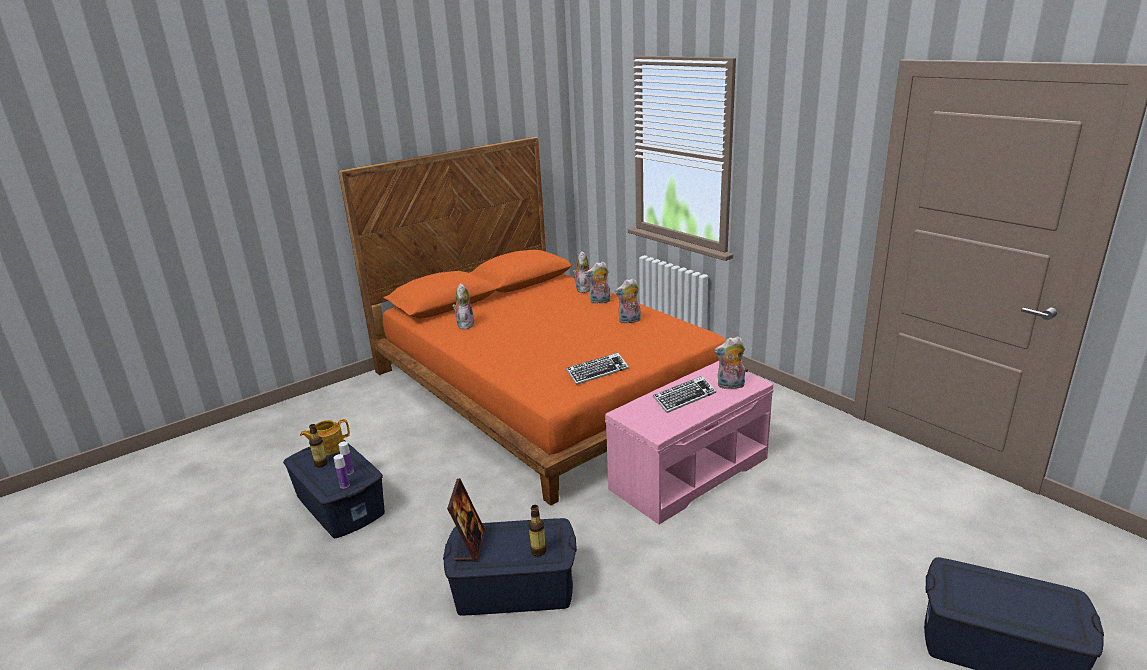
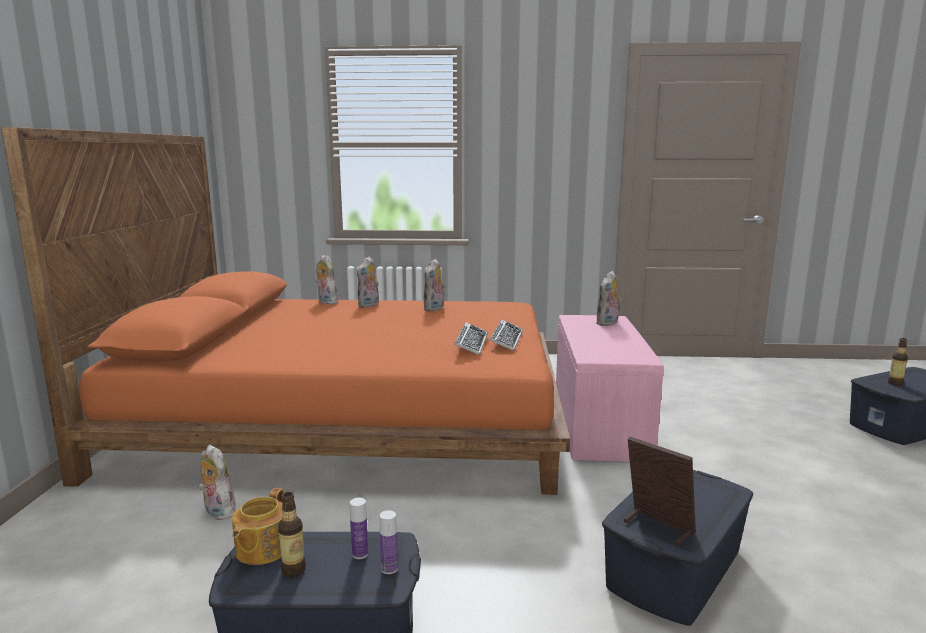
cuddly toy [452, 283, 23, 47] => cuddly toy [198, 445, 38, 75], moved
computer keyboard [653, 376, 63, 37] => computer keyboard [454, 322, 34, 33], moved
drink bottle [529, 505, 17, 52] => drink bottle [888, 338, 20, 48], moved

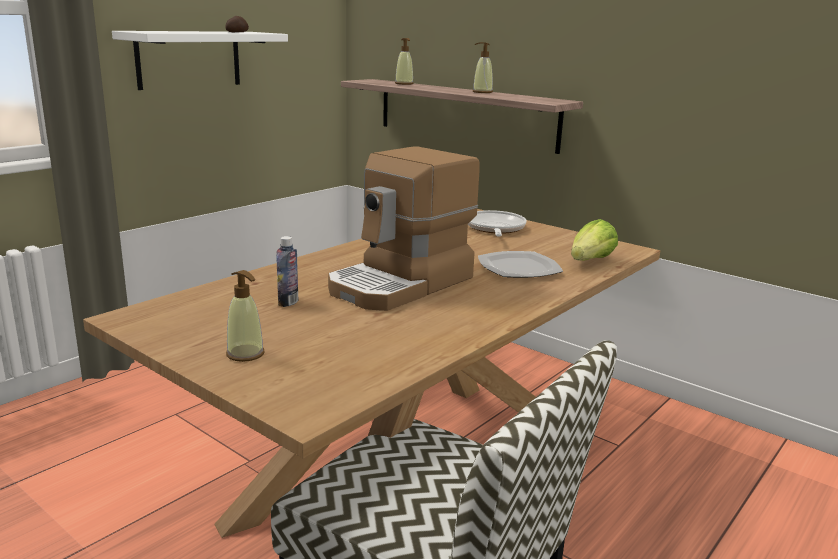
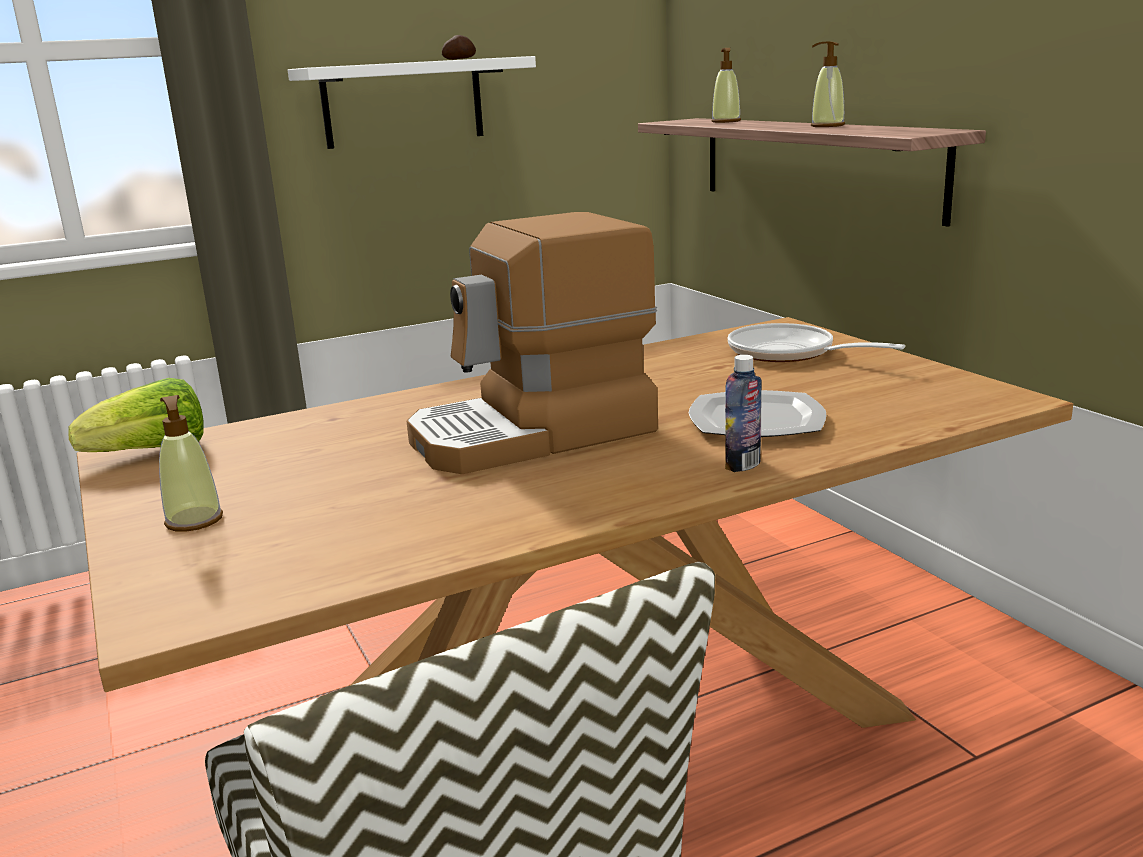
head of lettuce [571, 219, 47, 42] => head of lettuce [69, 378, 135, 74], moved
drink bottle [276, 236, 23, 71] => drink bottle [725, 355, 37, 117], moved
frying pan [468, 210, 58, 27] => frying pan [727, 323, 178, 39], 75 degrees counterclockwise

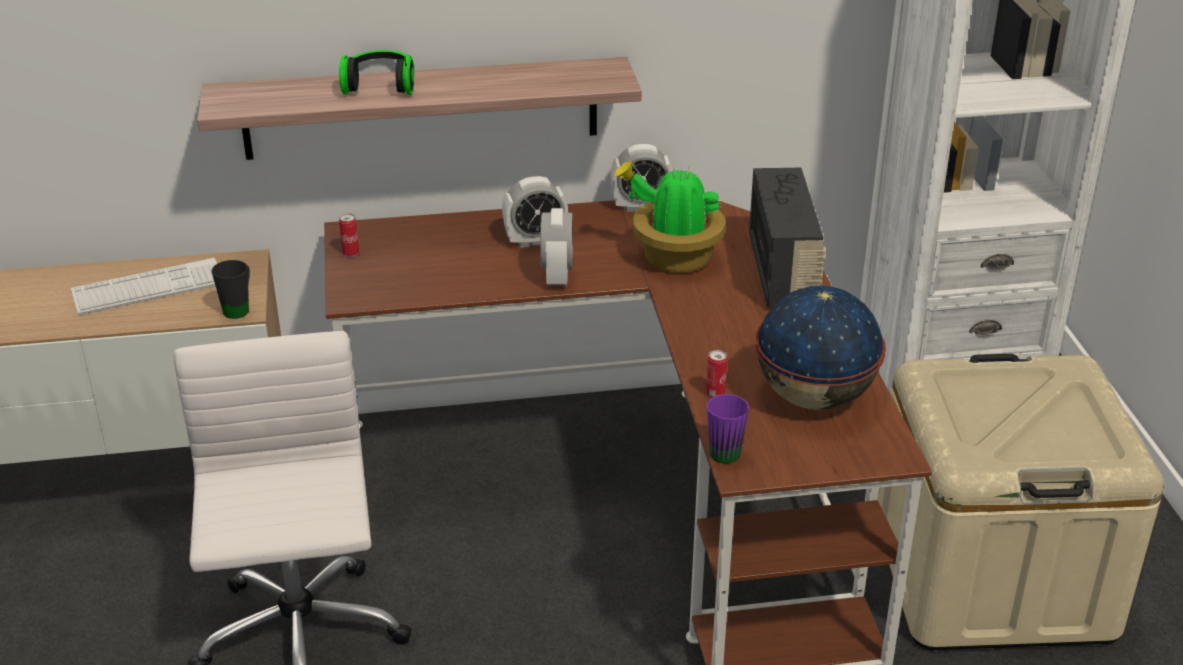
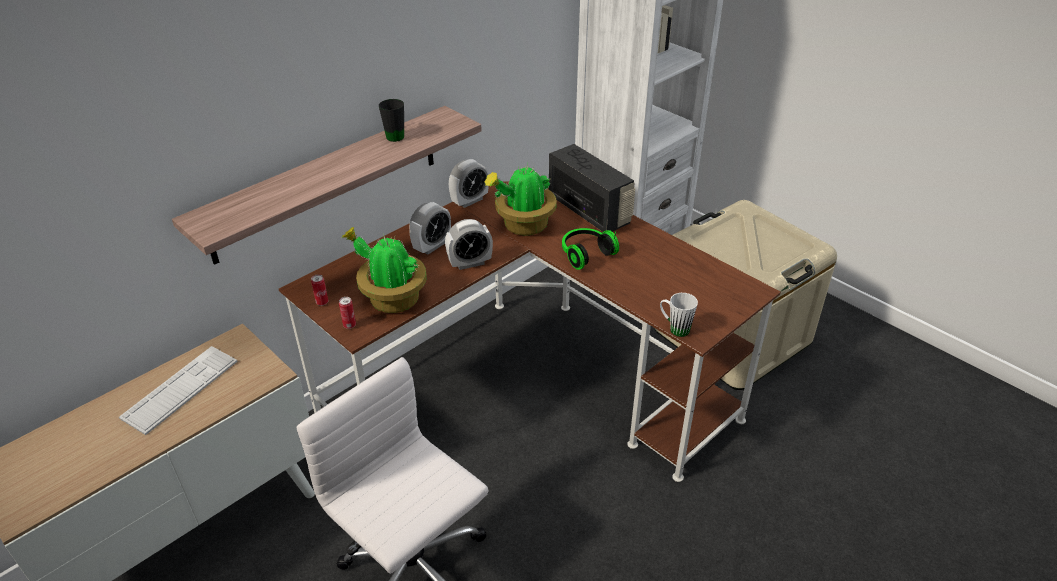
can [706, 350, 21, 48] => can [339, 297, 17, 32], moved
nothing => houseplant [341, 227, 86, 86]
black coffee mug [212, 260, 38, 59] => black coffee mug [379, 99, 25, 43], moved
bedside clock [540, 208, 33, 78] => bedside clock [445, 219, 48, 51], 105 degrees clockwise
headset [339, 50, 75, 45] => headset [562, 228, 57, 42], moved
purplish coffee mug [707, 394, 42, 70] => whitish coffee mug [660, 293, 38, 44]
desk globe [755, 285, 131, 125] => nothing

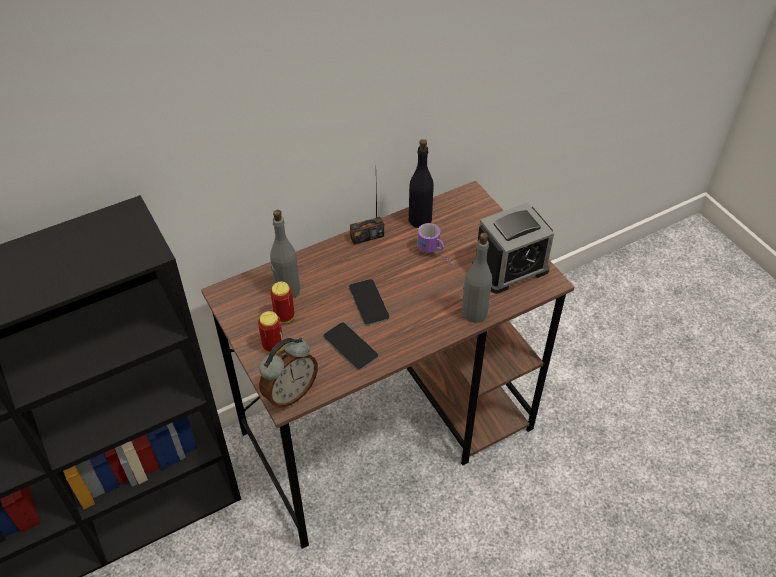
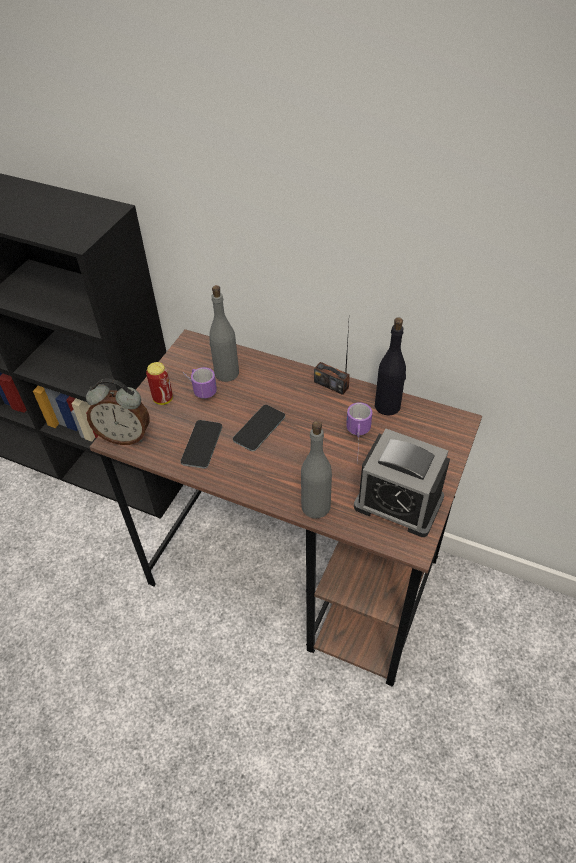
can [271, 282, 24, 41] => coffee mug [183, 367, 34, 31]

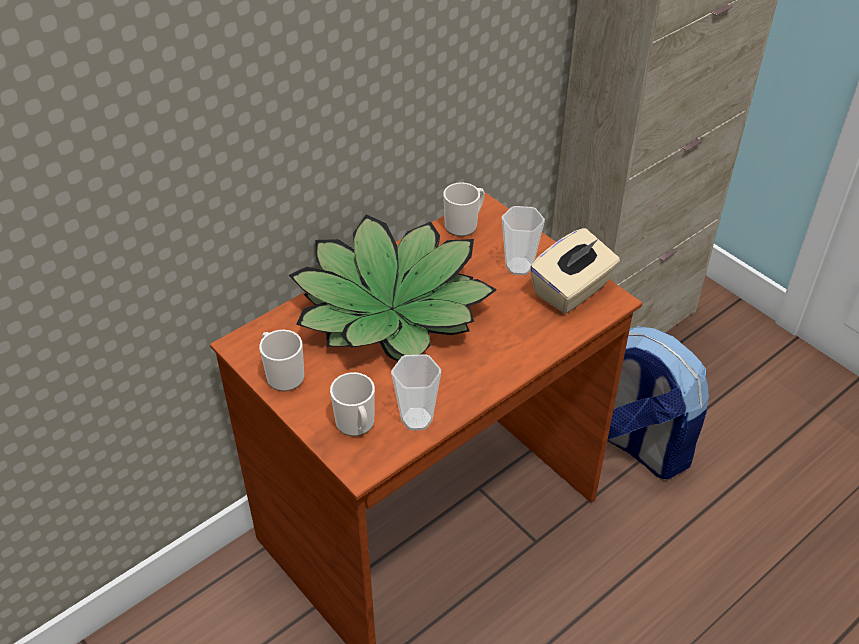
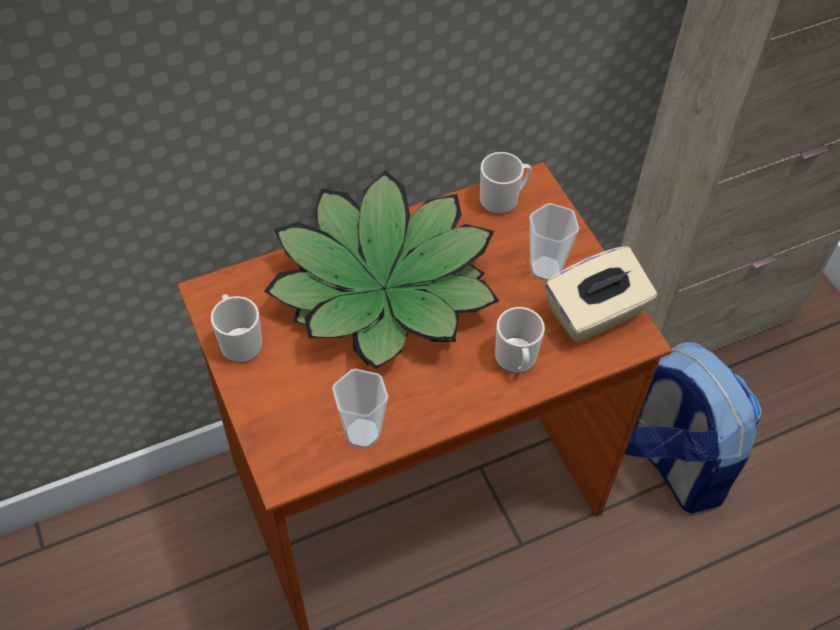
coffee mug [330, 372, 45, 64] => coffee mug [495, 307, 50, 66], moved

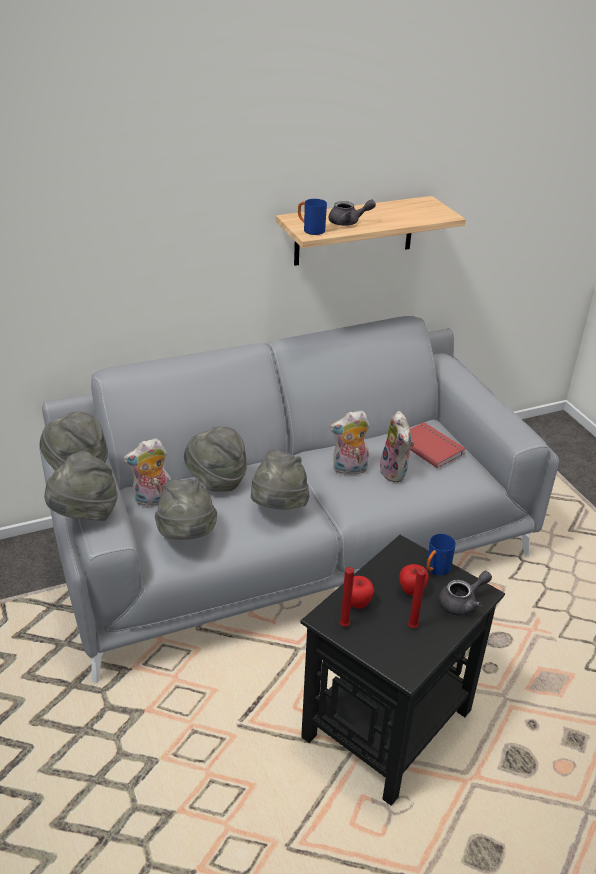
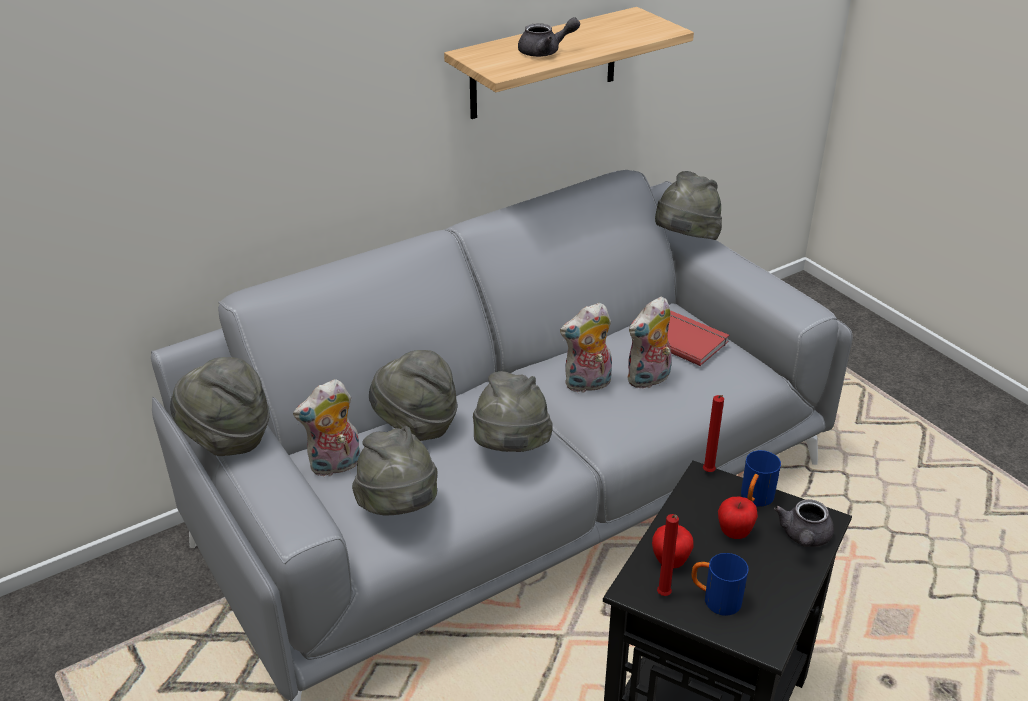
cuddly toy [380, 411, 34, 71] => cuddly toy [627, 297, 44, 92], 75 degrees clockwise
grey hat [44, 451, 74, 70] => grey hat [655, 171, 67, 69], moved
blue coffee mug [298, 199, 29, 36] => blue coffee mug [691, 553, 58, 63], moved
red-coloured wax candle [408, 569, 18, 59] => red-coloured wax candle [703, 395, 21, 77], moved
grey teapot [439, 571, 53, 45] => grey teapot [774, 499, 60, 48], 150 degrees clockwise

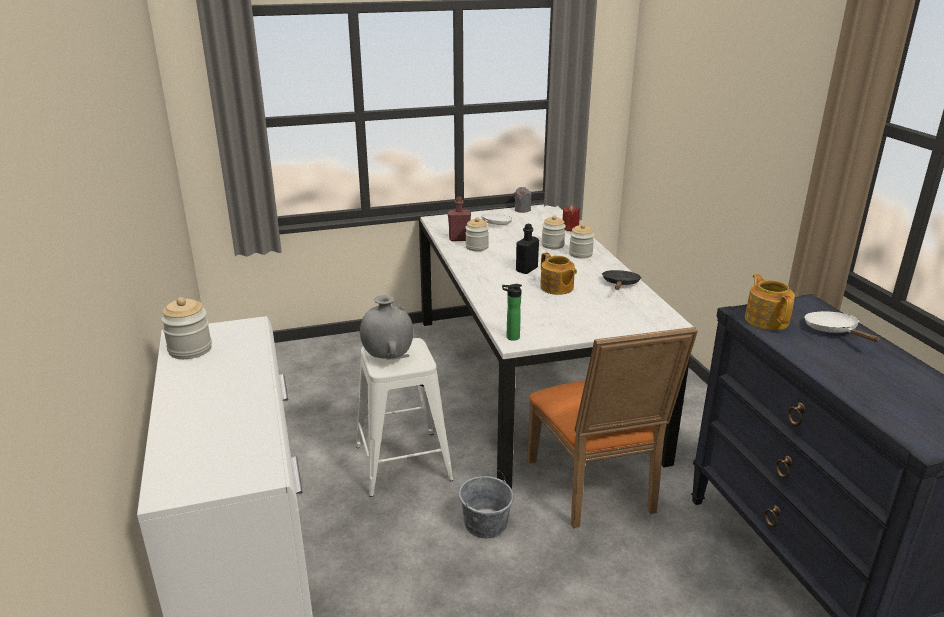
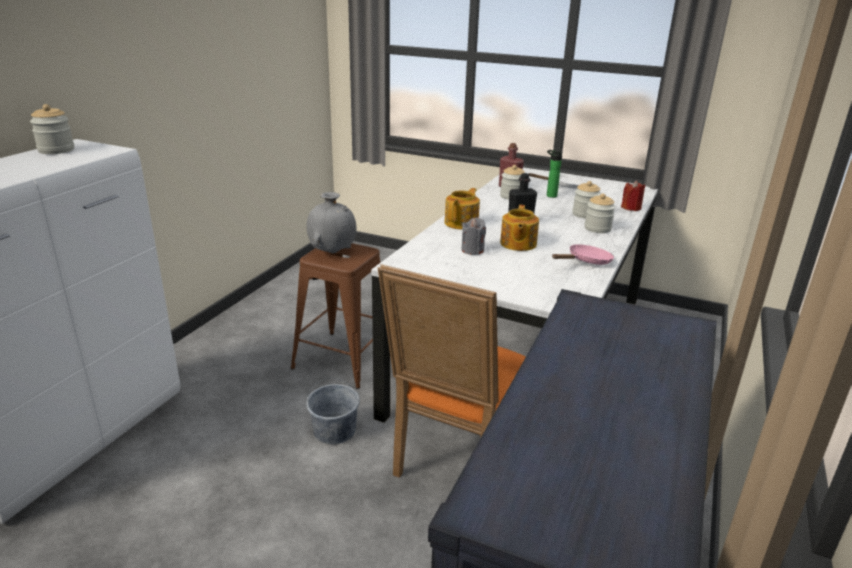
whitish sitting stool [356, 338, 98, 159] => brownish sitting stool [291, 243, 90, 146]
teapot [745, 274, 50, 56] => teapot [445, 188, 35, 42], moved
grey wax candle [514, 187, 17, 26] => grey wax candle [461, 218, 25, 37], moved
drink bottle [502, 284, 20, 57] => drink bottle [547, 150, 16, 48], moved
black frying pan [602, 270, 39, 20] => pink-coloured frying pan [552, 244, 62, 21]
whitish frying pan [805, 311, 76, 31] => nothing

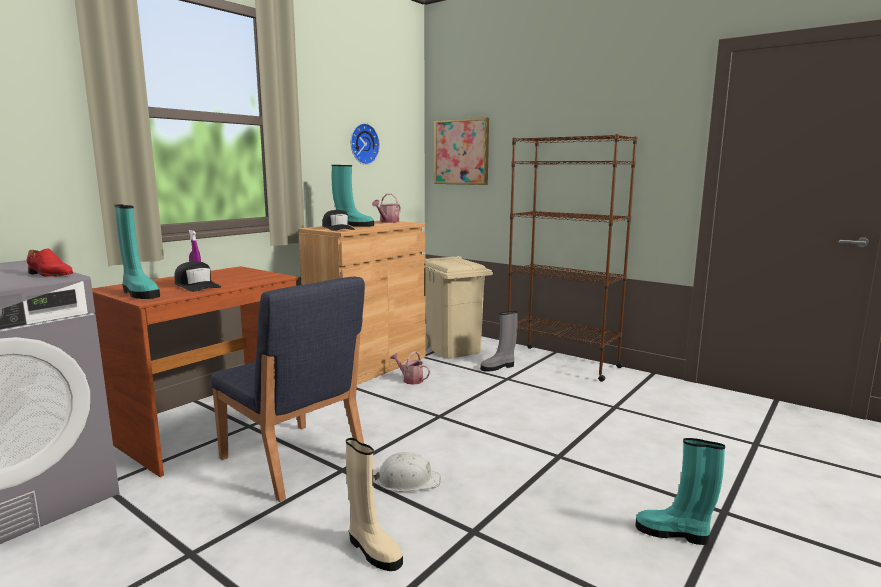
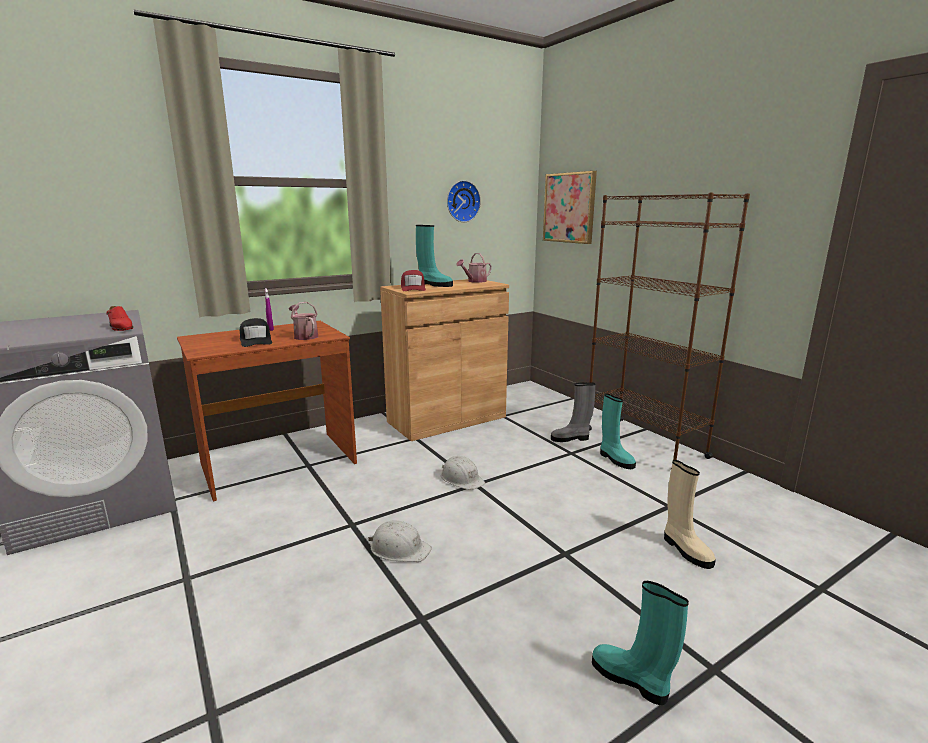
watering can [391, 351, 39, 34] => watering can [289, 302, 29, 38], moved
black cap [323, 210, 32, 21] => red-coloured cap [401, 270, 25, 21]
nothing => whitish work helmet [441, 456, 44, 34]
blue-green high-top boot [115, 204, 45, 95] => blue-green high-top boot [600, 393, 36, 76], moved
beige high-top boot [346, 438, 57, 133] => beige high-top boot [664, 460, 52, 109], moved
blue chair [211, 276, 154, 226] => nothing
beige rubbish bin [425, 256, 68, 102] => nothing

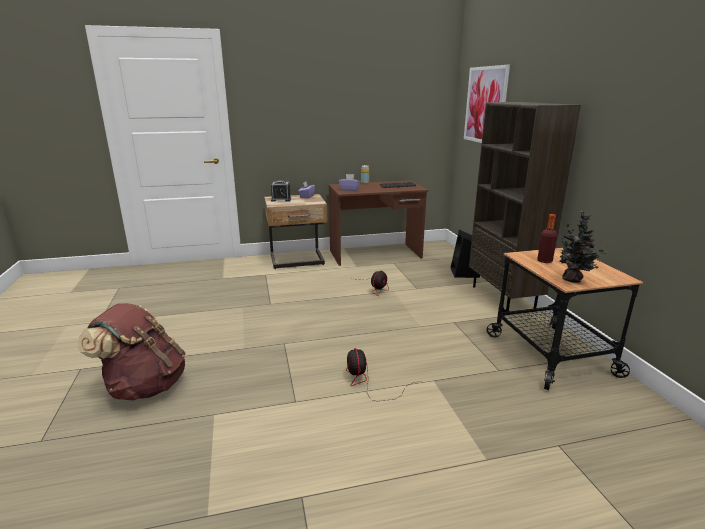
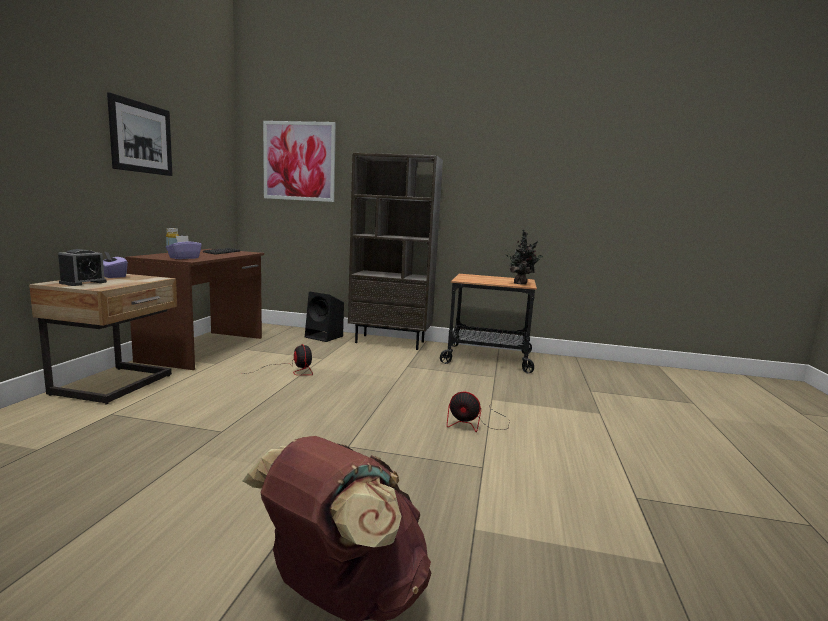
nothing => picture [107, 92, 66, 84]
drink bottle [537, 214, 20, 49] => nothing

